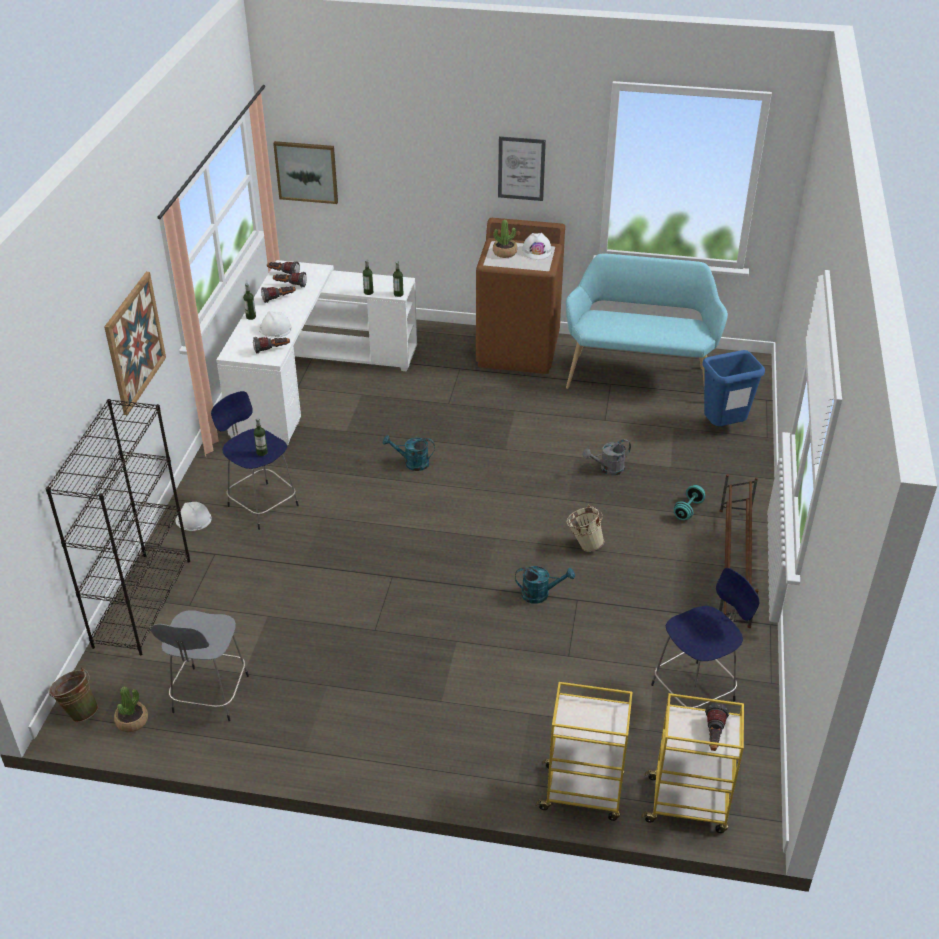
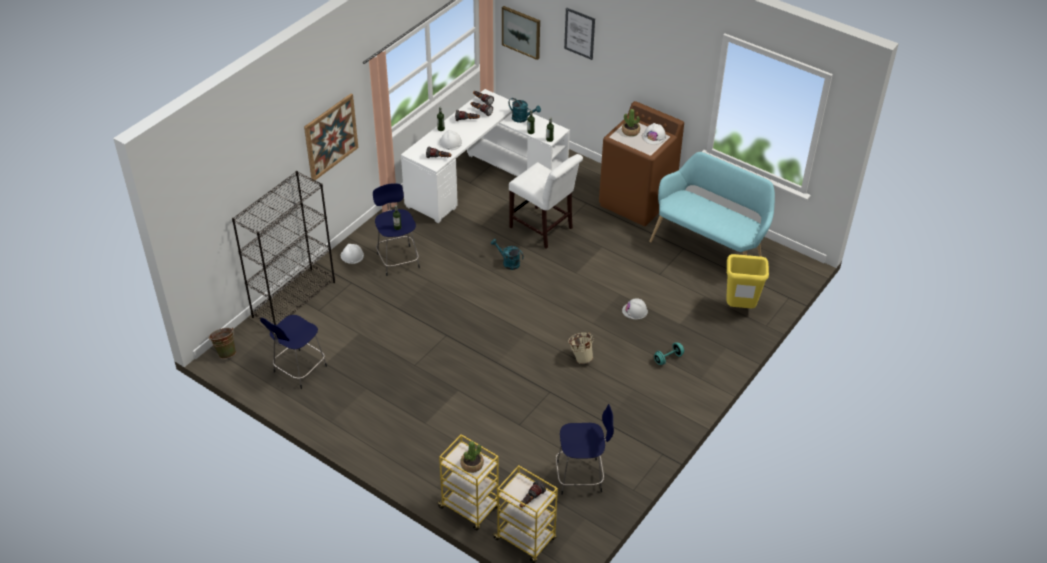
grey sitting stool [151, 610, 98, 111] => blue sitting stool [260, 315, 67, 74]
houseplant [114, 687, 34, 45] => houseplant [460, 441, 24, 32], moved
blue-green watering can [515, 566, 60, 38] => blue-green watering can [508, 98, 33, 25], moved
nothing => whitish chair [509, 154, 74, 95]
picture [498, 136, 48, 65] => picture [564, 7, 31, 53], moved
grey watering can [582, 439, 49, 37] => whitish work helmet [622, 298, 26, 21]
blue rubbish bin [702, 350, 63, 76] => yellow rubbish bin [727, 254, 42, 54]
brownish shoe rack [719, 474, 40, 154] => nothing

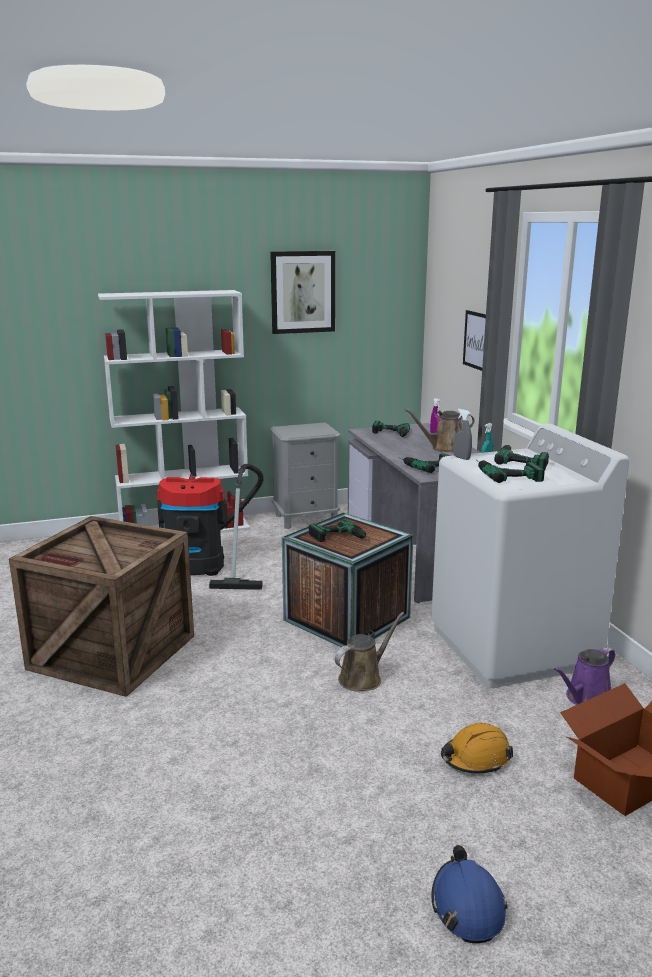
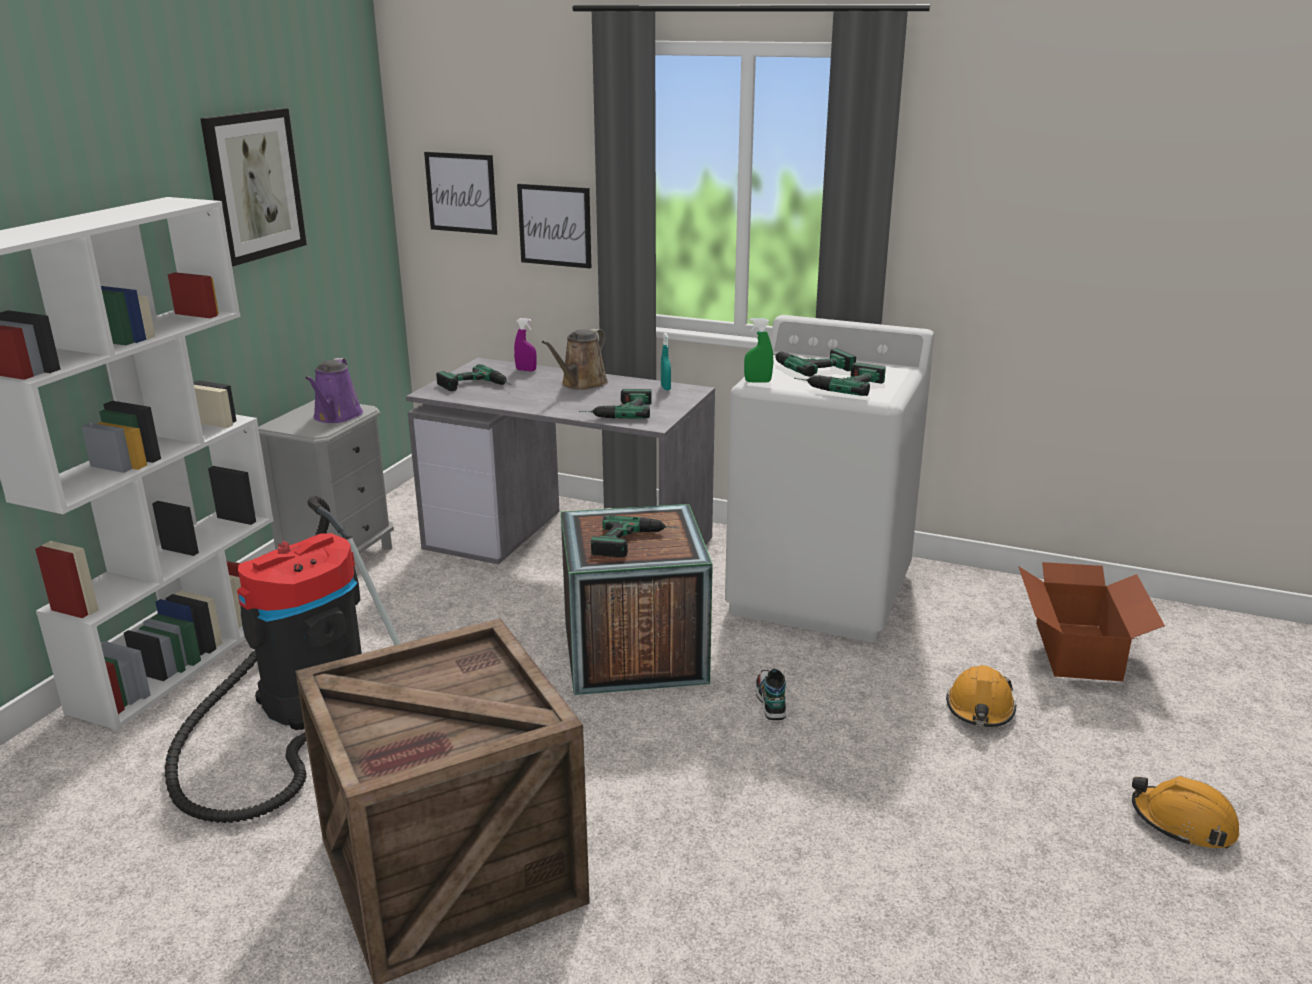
purplish watering can [554, 647, 62, 58] => purplish watering can [305, 358, 58, 65], moved
nothing => picture [424, 152, 73, 83]
grey hand sprayer [453, 409, 19, 51] => greenish hand sprayer [744, 318, 29, 65]
brownish watering can [335, 612, 70, 79] => item of footwear [755, 669, 31, 51]
blue work helmet [431, 845, 76, 98] => orange work helmet [1132, 776, 107, 72]

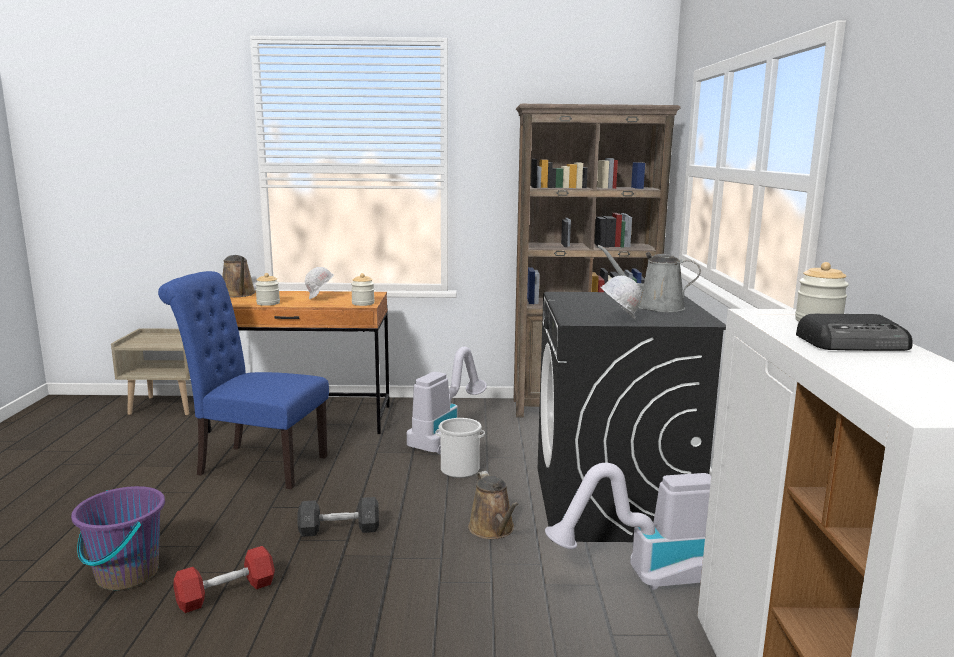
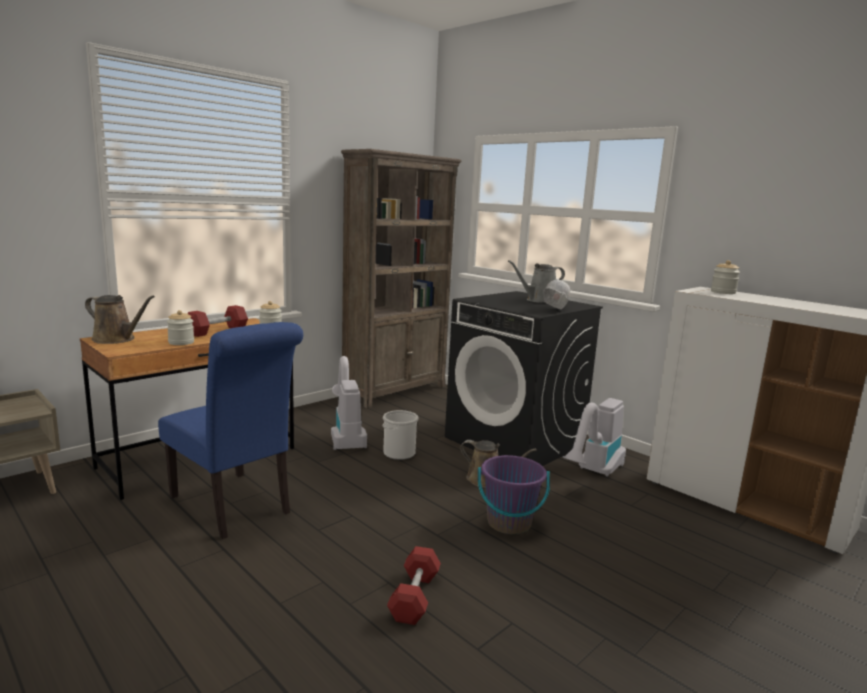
blue chair [158, 271, 171, 218] => blue chair [158, 322, 145, 217], 105 degrees counterclockwise
whitish work helmet [305, 267, 29, 32] => red-coloured hand weight [188, 305, 60, 32]
purplish water bucket [71, 486, 94, 104] => purplish water bucket [478, 455, 72, 79], moved
grey hand weight [298, 497, 81, 40] => nothing
radio receiver [796, 314, 117, 37] => nothing

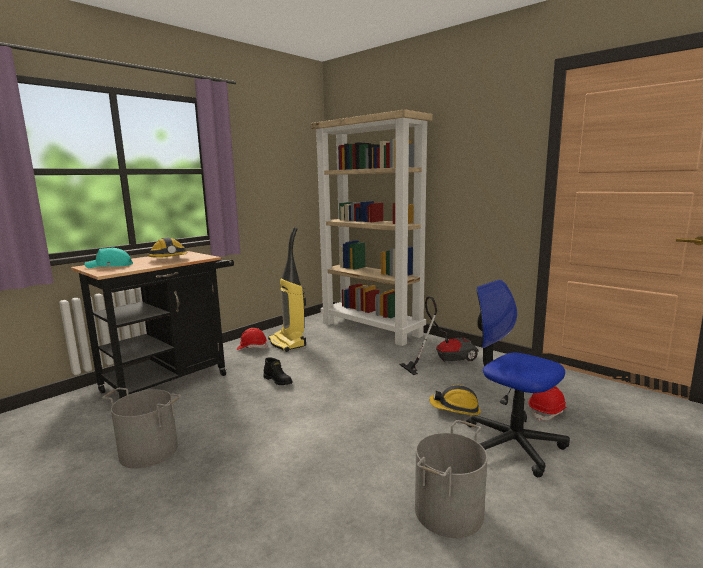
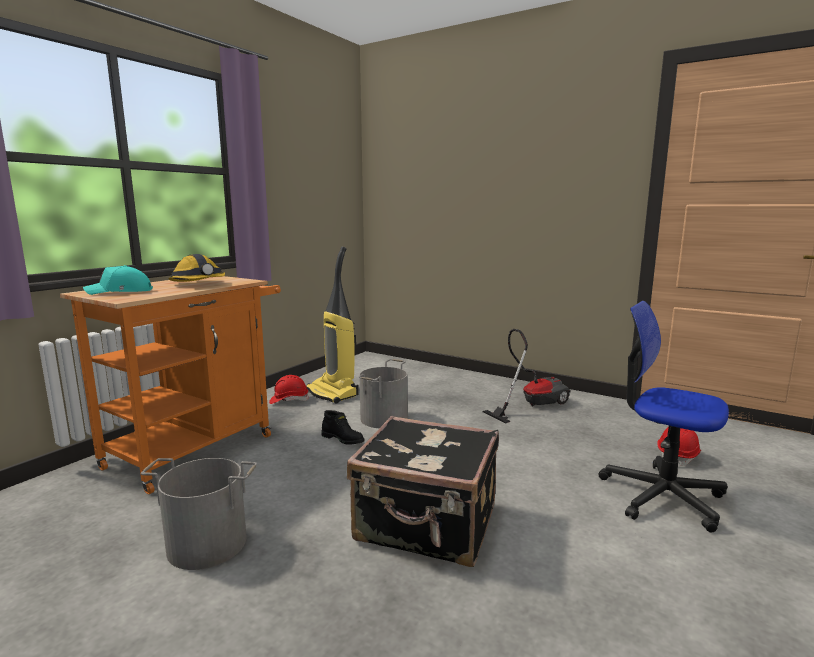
black trolley [71, 251, 163, 148] => orange trolley [60, 276, 221, 218]
nothing => black piece of luggage [347, 416, 152, 151]
grey water bucket [415, 420, 72, 118] => grey water bucket [358, 359, 49, 69], moved
beige shelving unit [311, 109, 122, 237] => nothing
work helmet [429, 385, 52, 30] => nothing

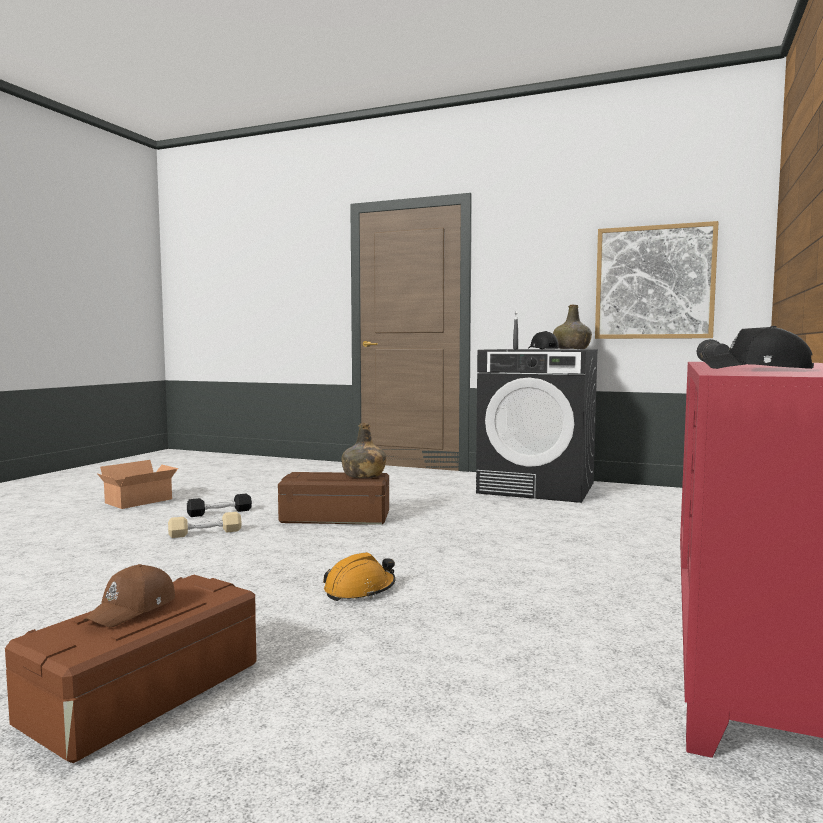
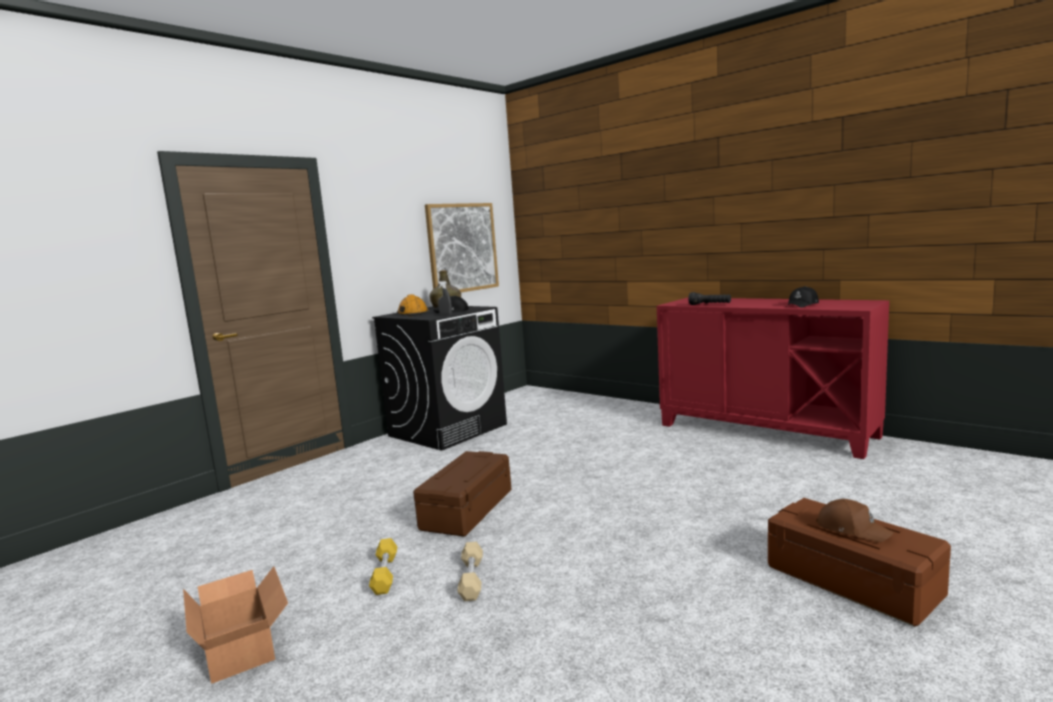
black hand weight [187, 494, 65, 23] => yellow hand weight [369, 538, 28, 57]
orange work helmet [323, 552, 72, 49] => orange work helmet [397, 294, 31, 22], moved
greenish drink bottle [342, 423, 44, 55] => nothing

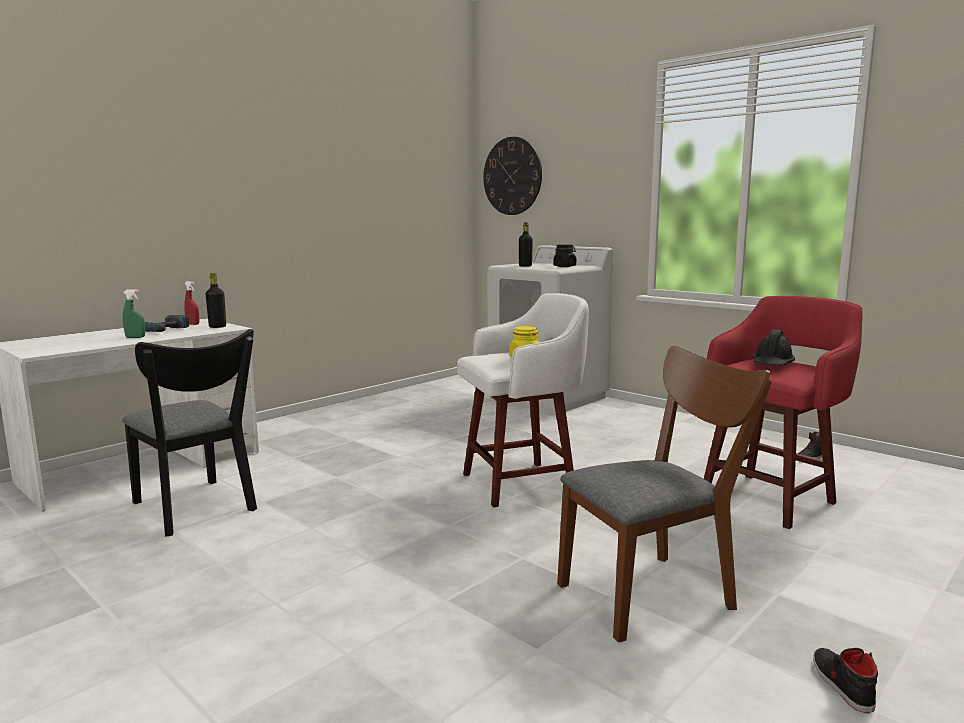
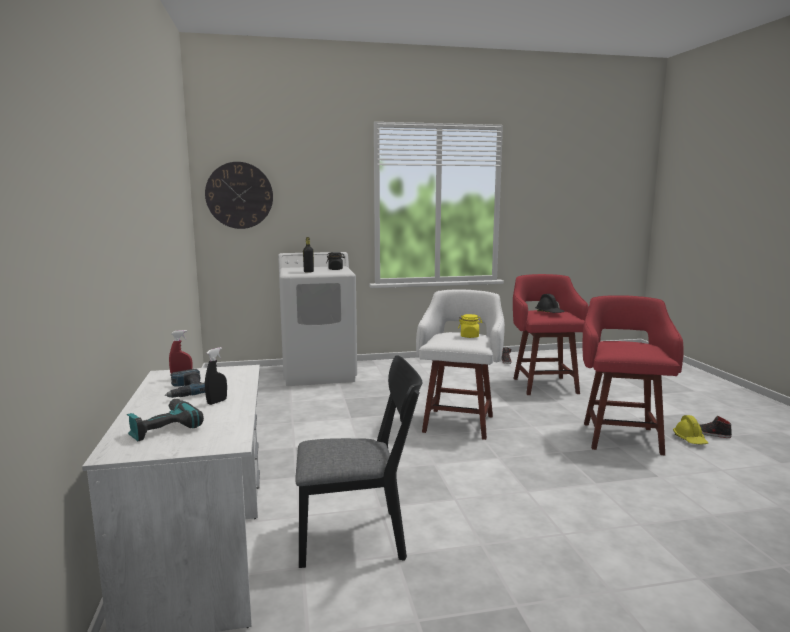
nothing => drill [126, 399, 78, 42]
greenish hand sprayer [123, 289, 22, 49] => black hand sprayer [205, 347, 22, 58]
brownish chair [557, 346, 215, 297] => red-coloured sitting stool [583, 295, 101, 161]
nothing => yellow work helmet [673, 415, 35, 29]
black drink bottle [205, 273, 21, 55] => nothing

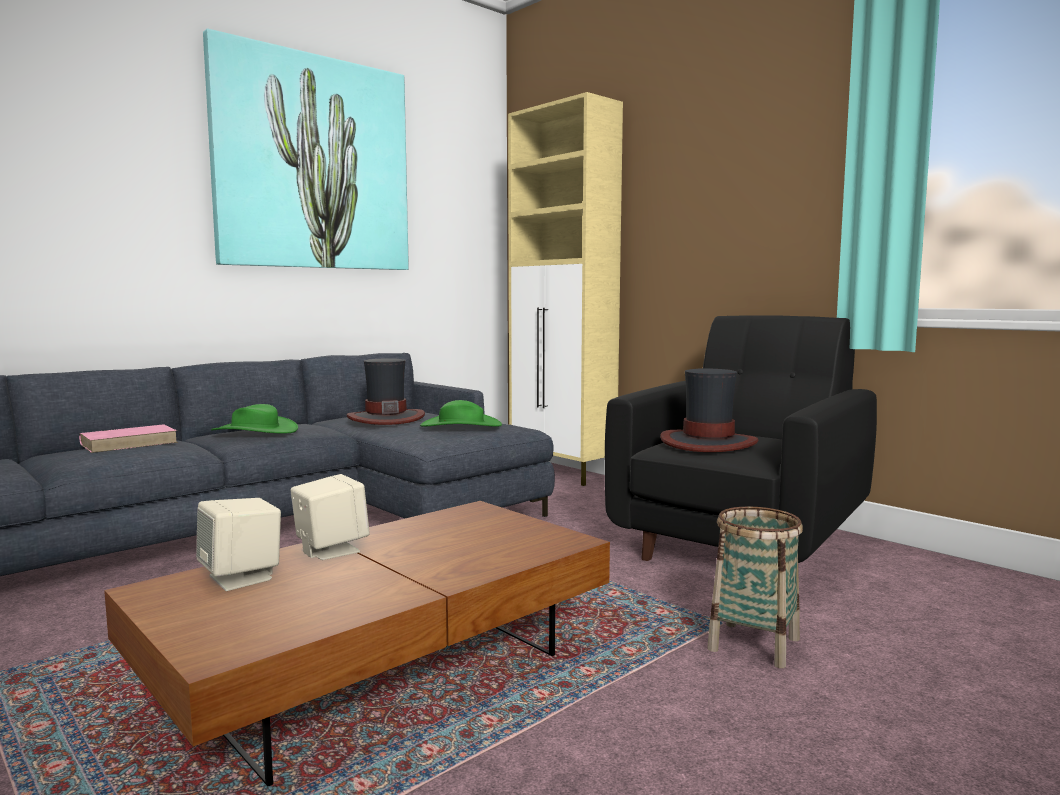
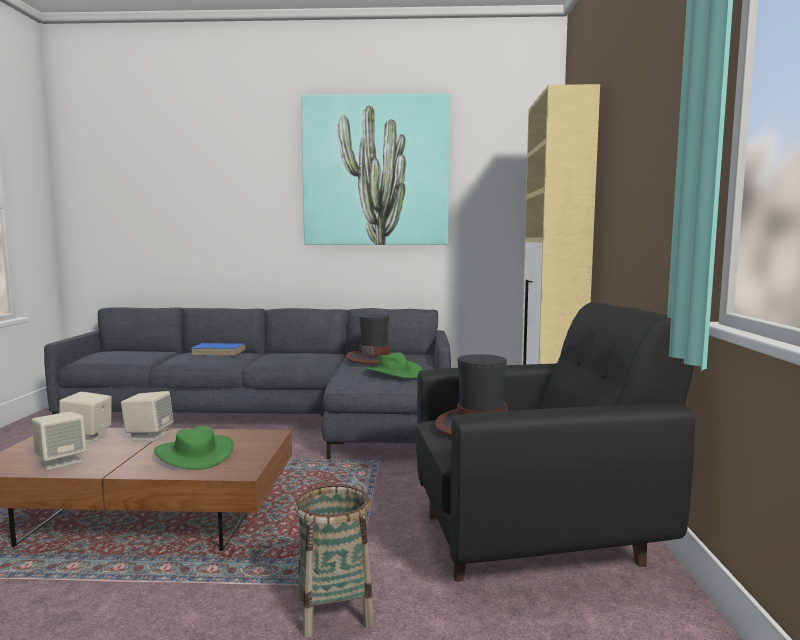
nothing => beige audio speaker [32, 411, 55, 59]
greenish hat [211, 404, 87, 30] => greenish hat [154, 426, 80, 44], moved
pink-coloured volume [79, 424, 99, 29] => blue volume [191, 343, 55, 13]

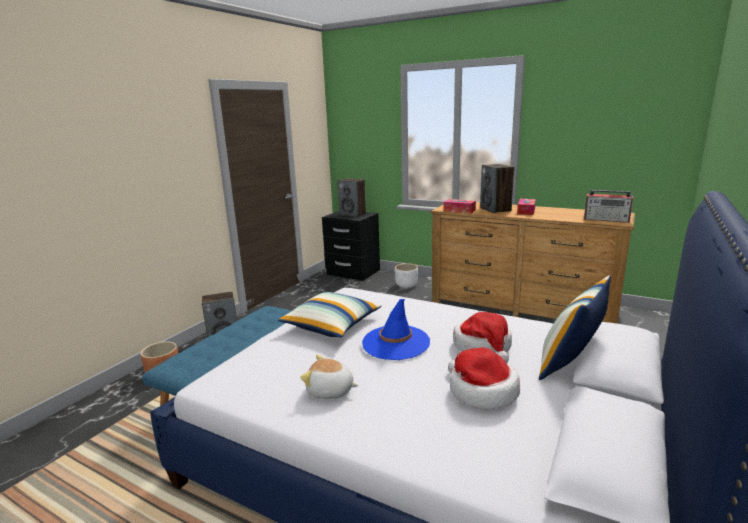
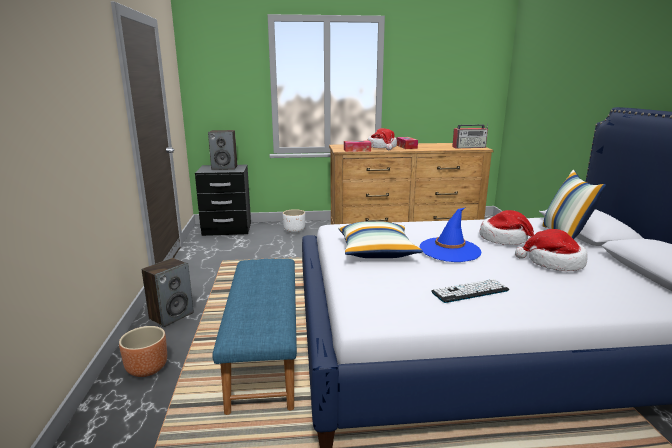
audio speaker [480, 164, 34, 49] => hat [367, 128, 30, 22]
cuddly toy [300, 355, 59, 44] => computer keyboard [431, 279, 78, 24]

